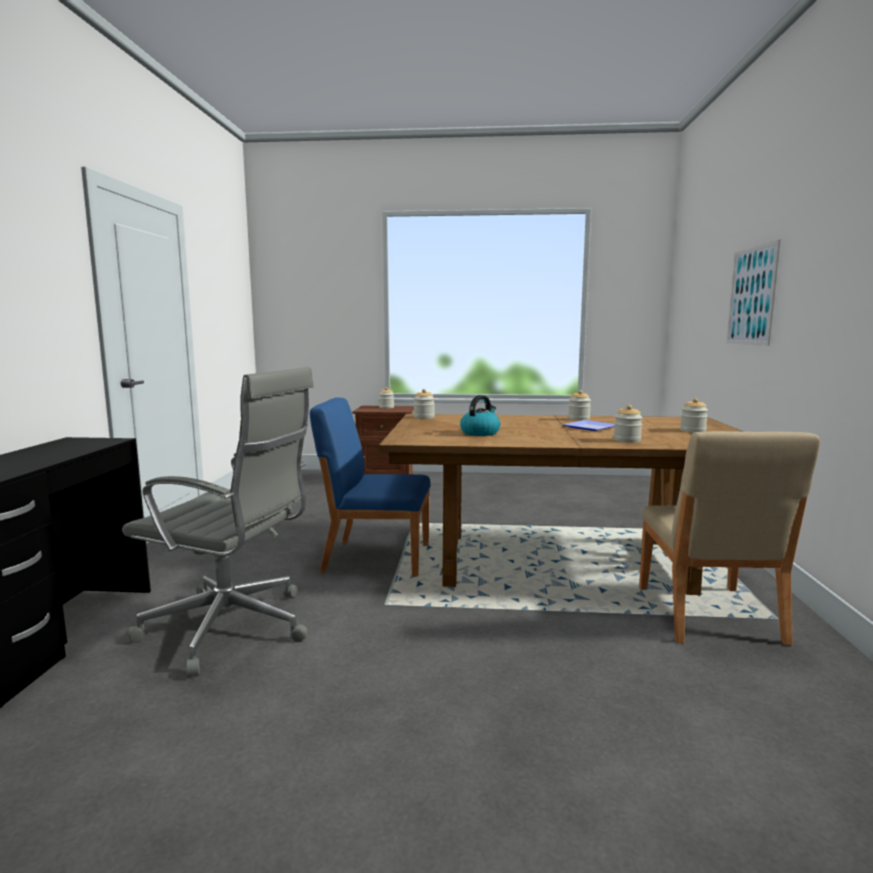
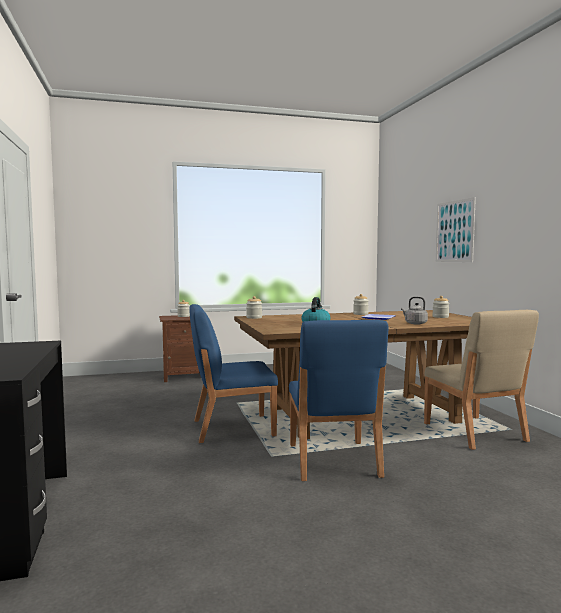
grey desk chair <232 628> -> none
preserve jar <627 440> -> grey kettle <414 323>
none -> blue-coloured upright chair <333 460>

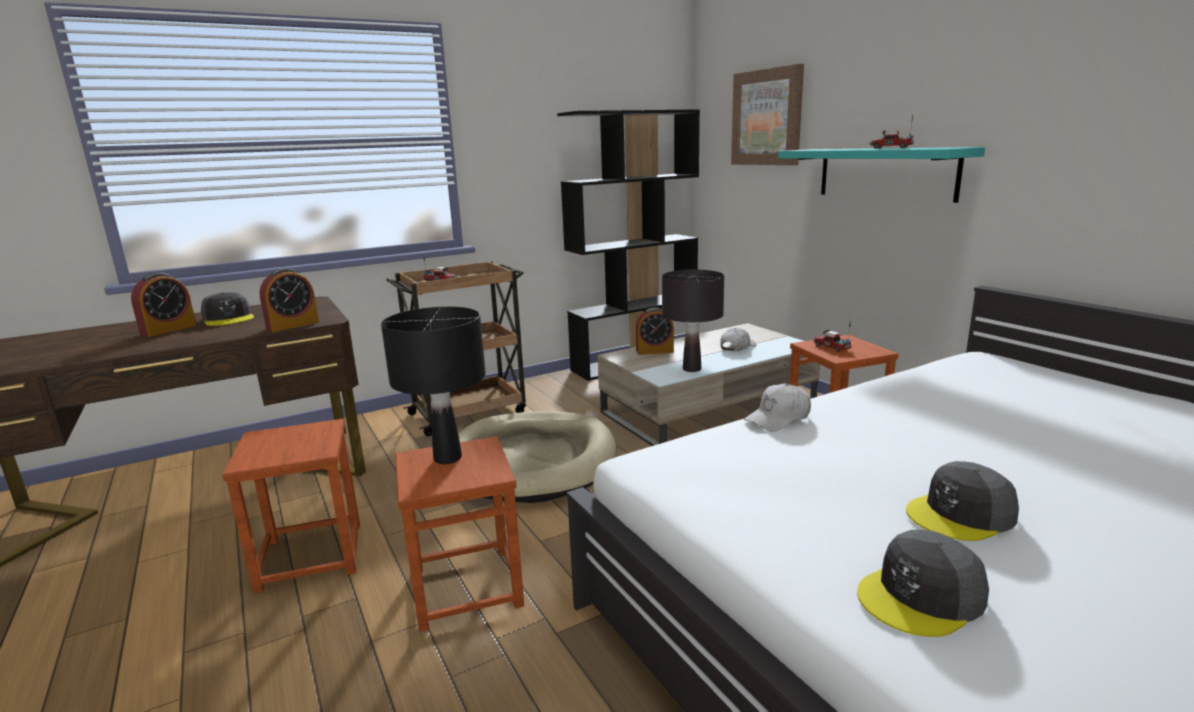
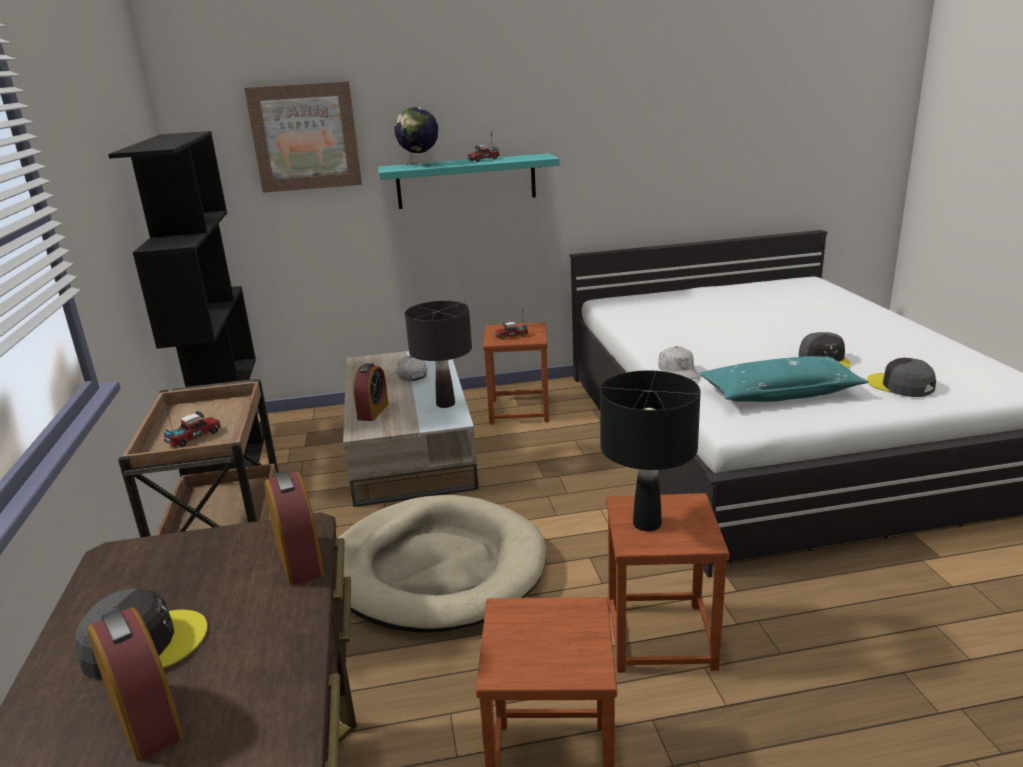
grey baseball cap <922 596> -> grey baseball cap <900 385>, 150 degrees clockwise
none -> desk globe <419 165>
none -> blue-green pillow <780 393>

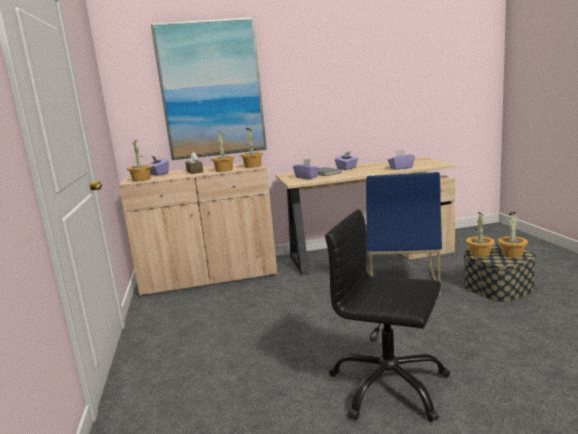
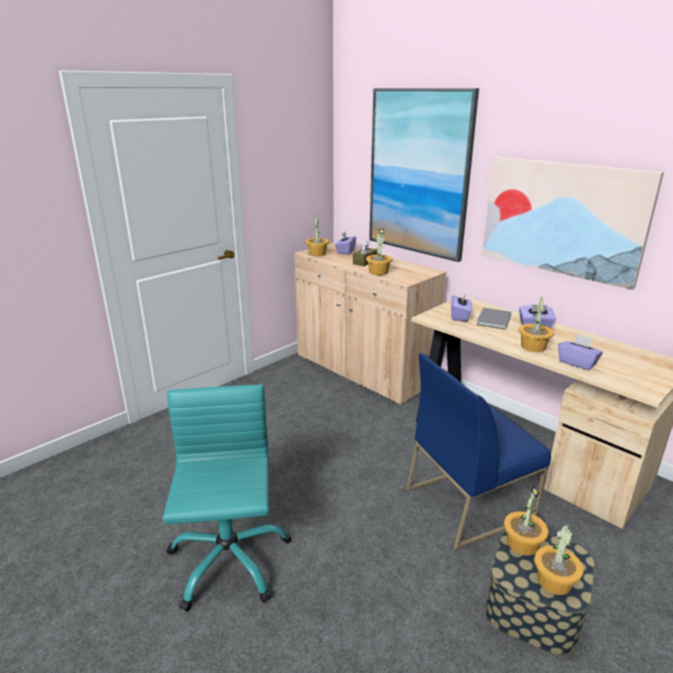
potted plant <252 166> -> potted plant <532 347>, shifted
blackish desk chair <388 386> -> blue-green desk chair <228 560>
none -> picture <562 218>

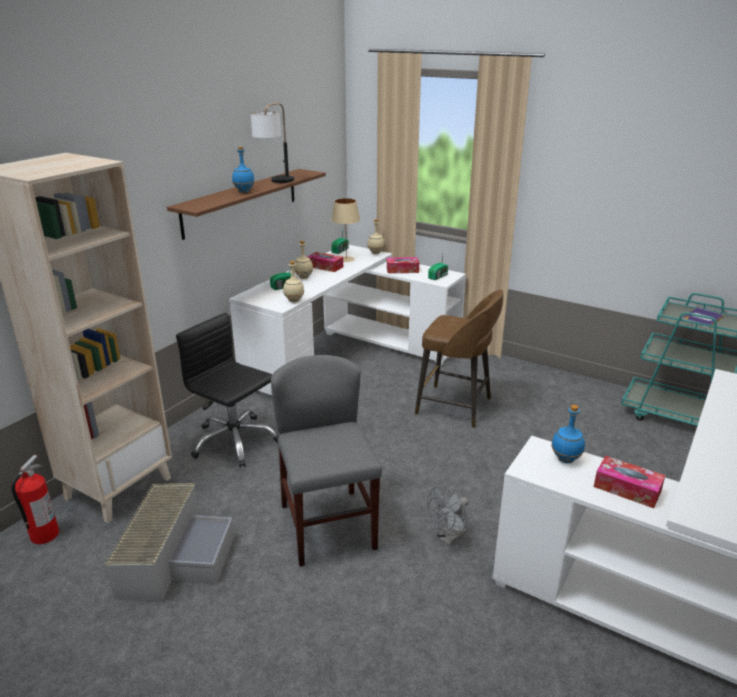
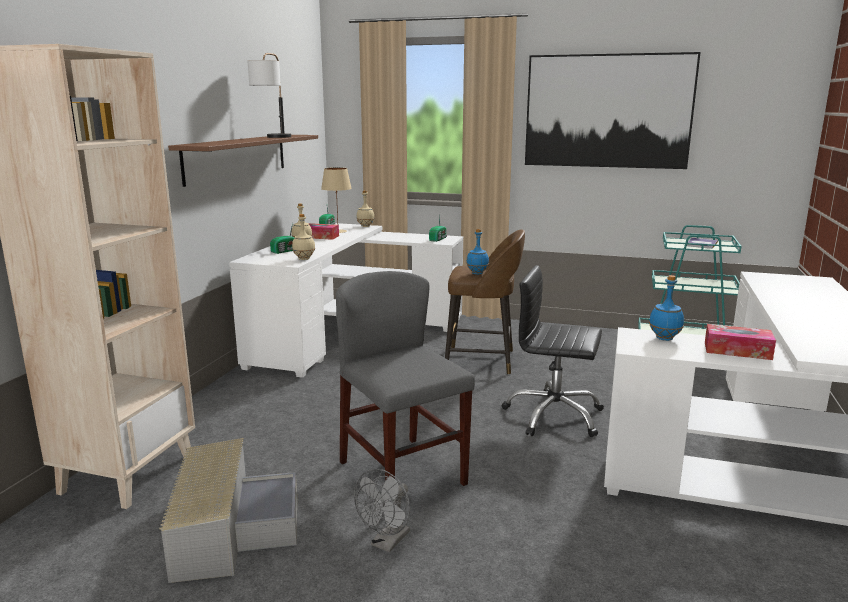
fire extinguisher <44 535> -> none
blackish desk chair <234 441> -> blackish desk chair <553 416>, shifted
blue-coloured beverage bottle <244 191> -> blue-coloured beverage bottle <477 273>, shifted
tissue holder <402 270> -> none
grey cooling fan <448 538> -> grey cooling fan <387 543>, shifted
none -> picture <607 111>

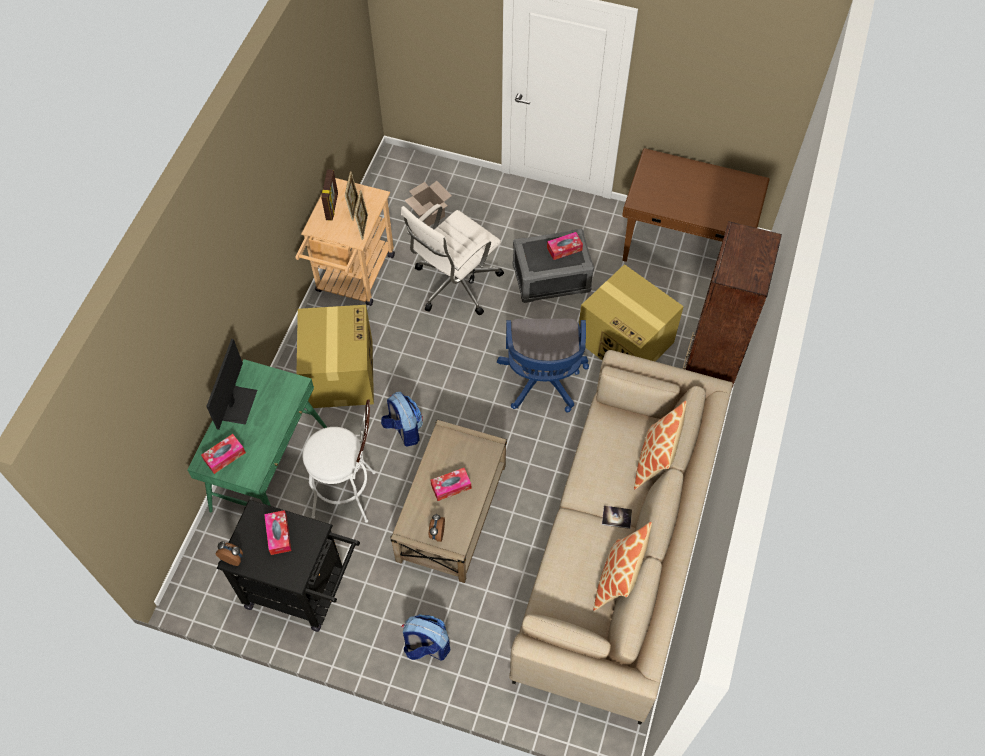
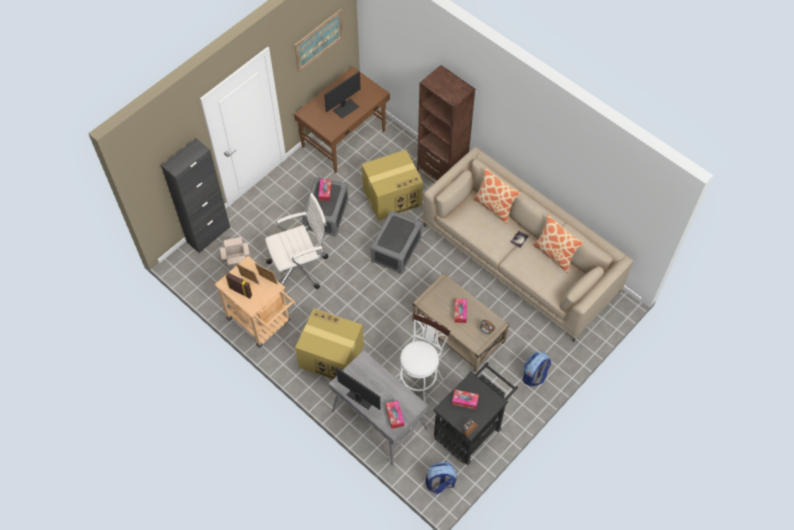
green-coloured desk <269 468> -> grey desk <378 420>
backpack <404 430> -> backpack <440 483>, shifted
white desk chair <454 284> -> white desk chair <300 267>, 90 degrees counterclockwise
blue-coloured desk chair <542 382> -> grey storage container <396 249>
none -> blackish storage cabinet <208 234>
none -> picture <319 40>
none -> computer screen <345 108>

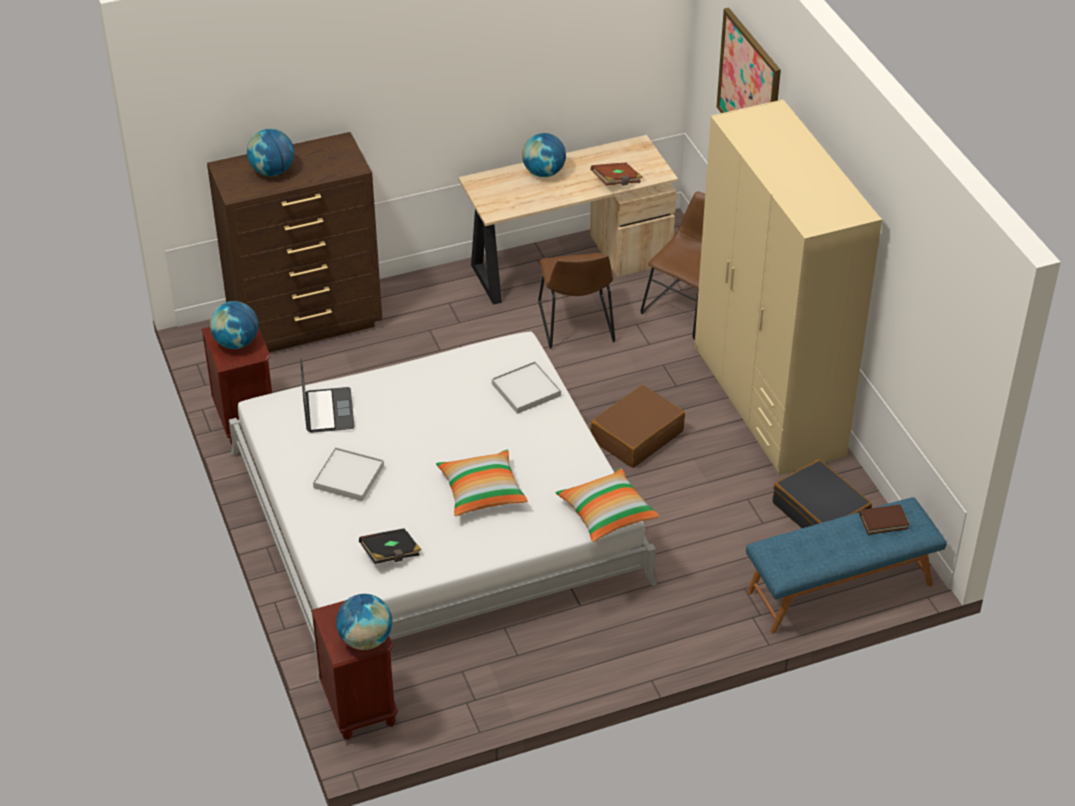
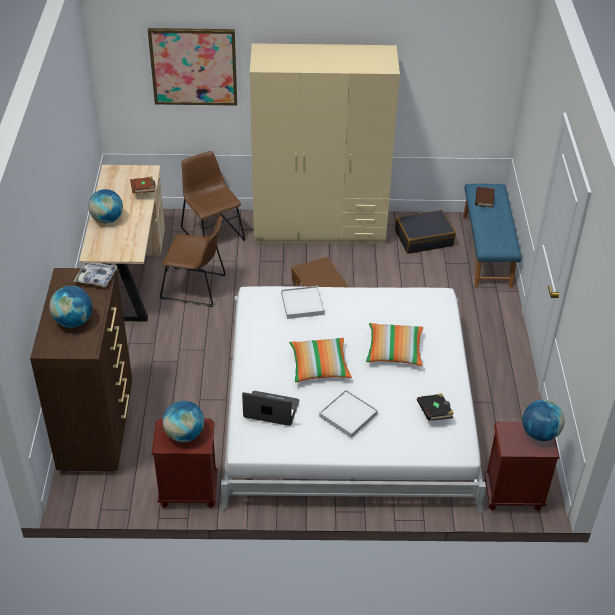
pillow <606 514> -> pillow <319 366>, shifted
none -> carrying tray <96 277>

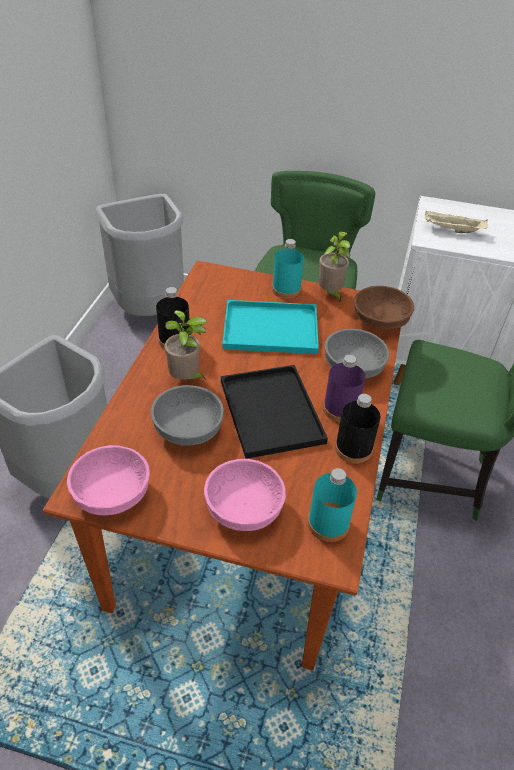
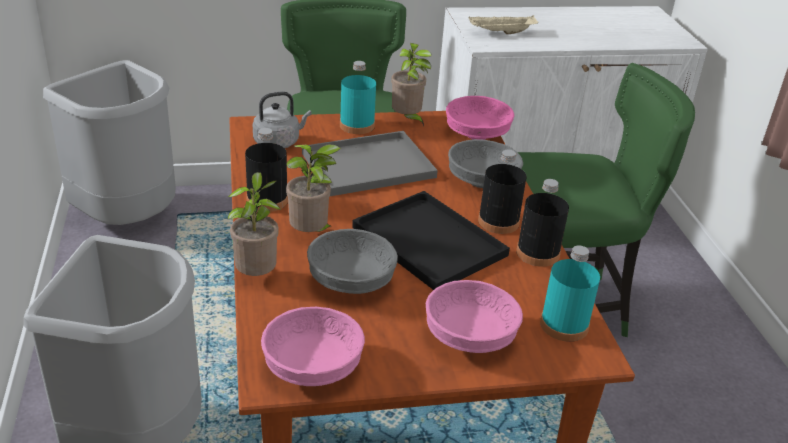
blue-green carrying tray <272 328> -> grey carrying tray <370 164>
purple-coloured beverage bottle <340 409> -> blackish beverage bottle <498 222>
brown-coloured deep dish <379 320> -> pink-coloured deep dish <476 134>
none -> potted plant <257 275>
none -> grey kettle <279 142>

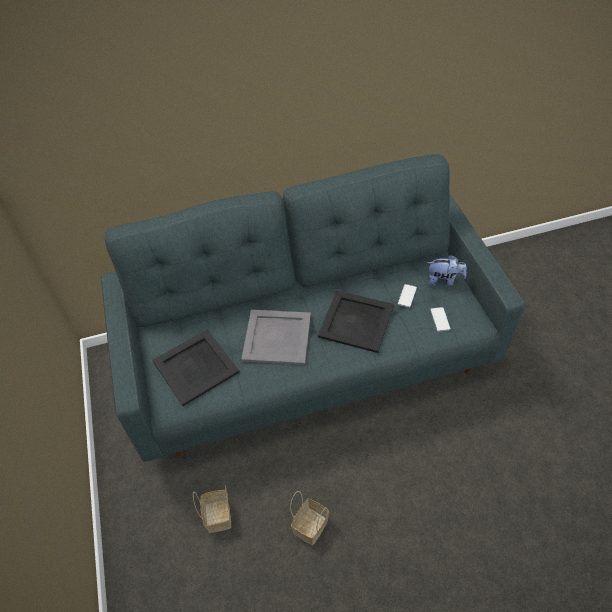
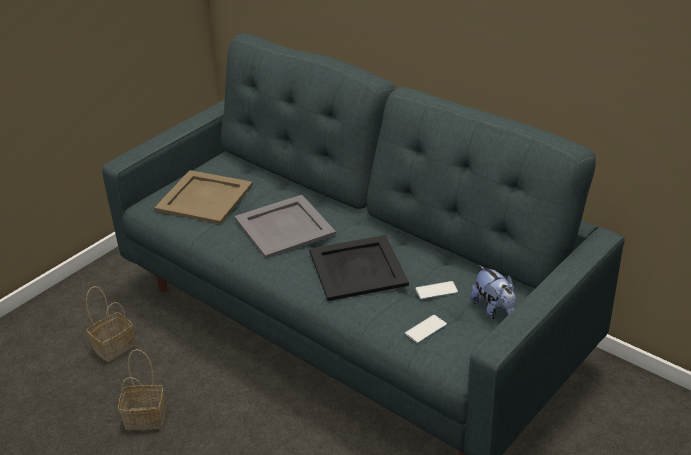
blackish carrying tray <195 367> -> beige carrying tray <203 197>

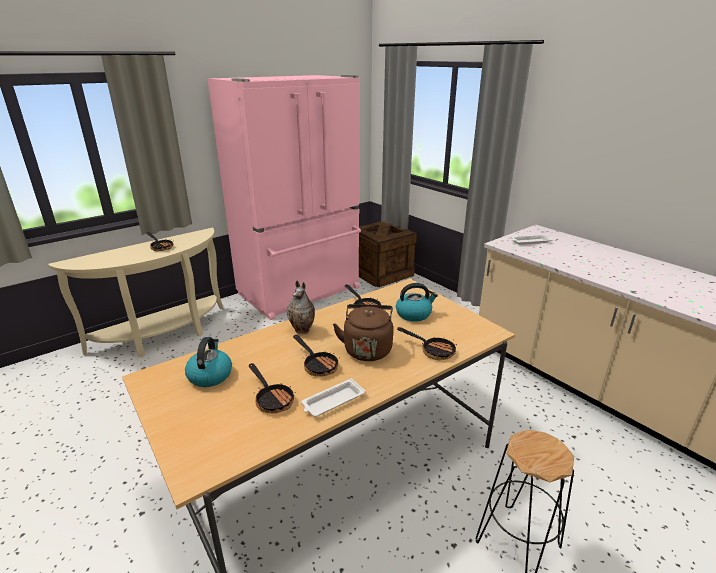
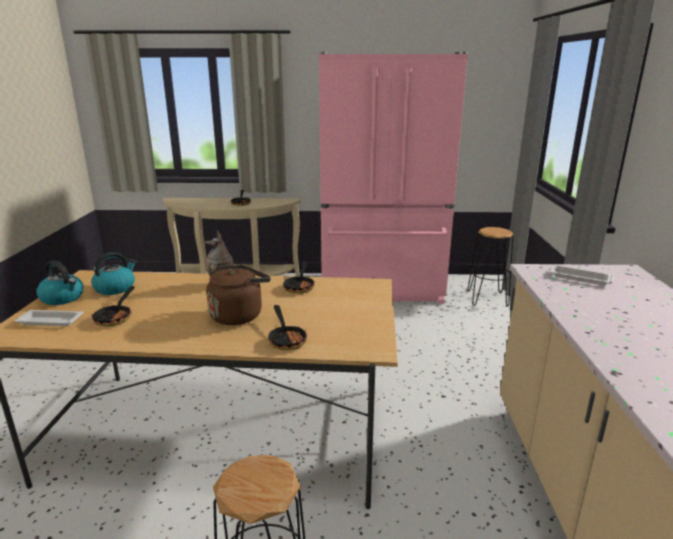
skillet <318 365> -> none
white carrying tray <332 401> -> white carrying tray <49 321>, shifted
packing crate <381 273> -> blackish sitting stool <487 298>
kettle <414 314> -> kettle <63 298>, shifted

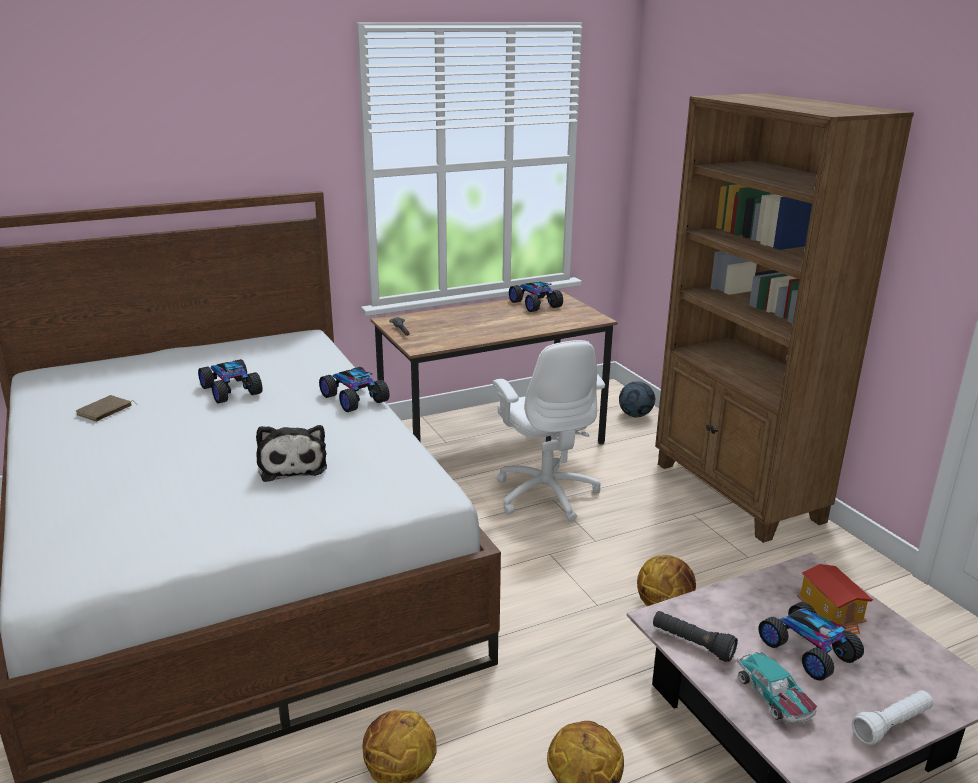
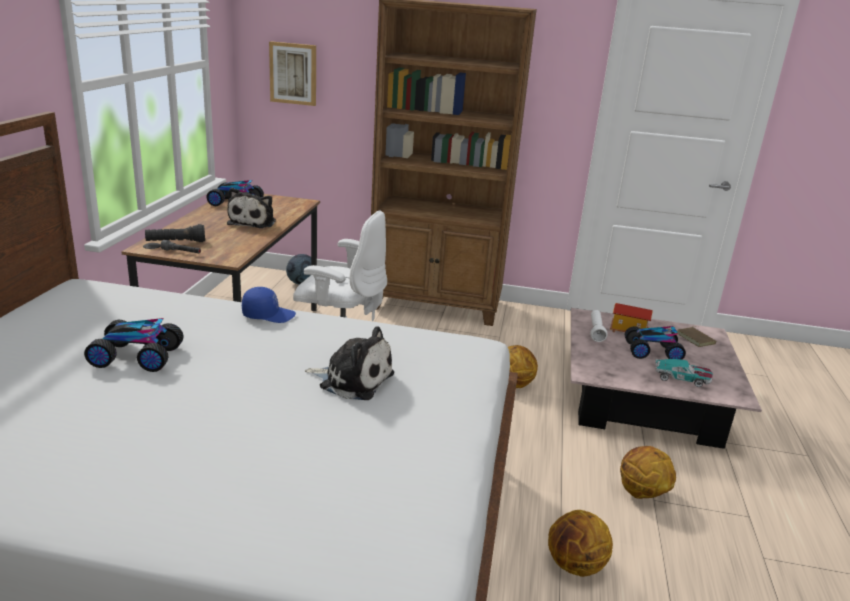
brown-coloured book <105 411> -> brown-coloured book <696 339>, shifted
model car <355 398> -> blue-coloured baseball cap <268 315>
blackish flashlight <692 644> -> blackish flashlight <176 242>, shifted
white flashlight <891 725> -> white flashlight <596 331>, shifted
none -> cuddly toy <253 222>
none -> picture <293 73>

